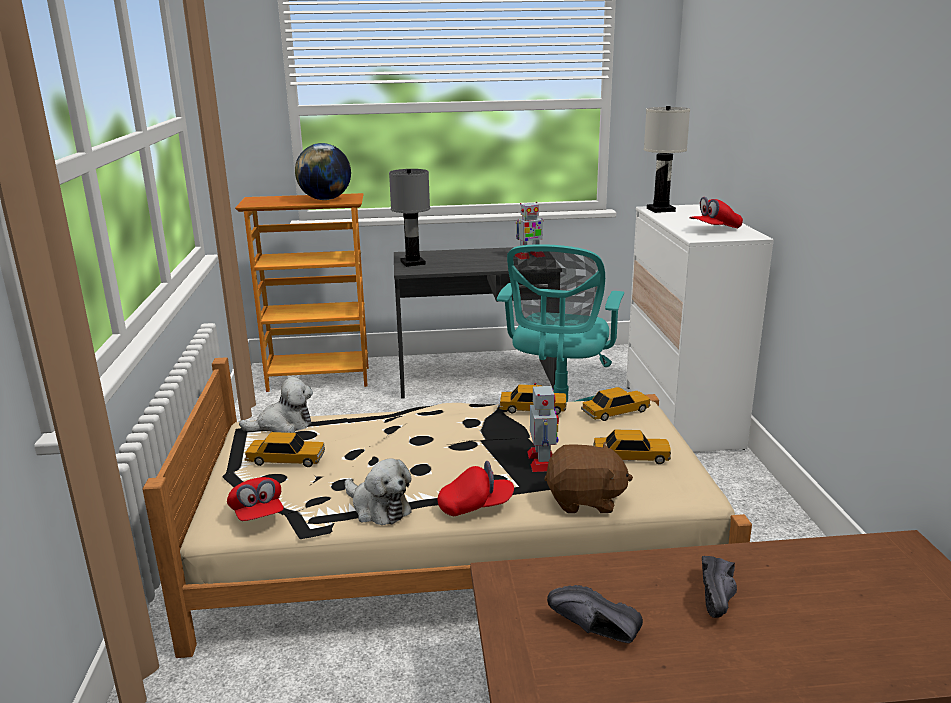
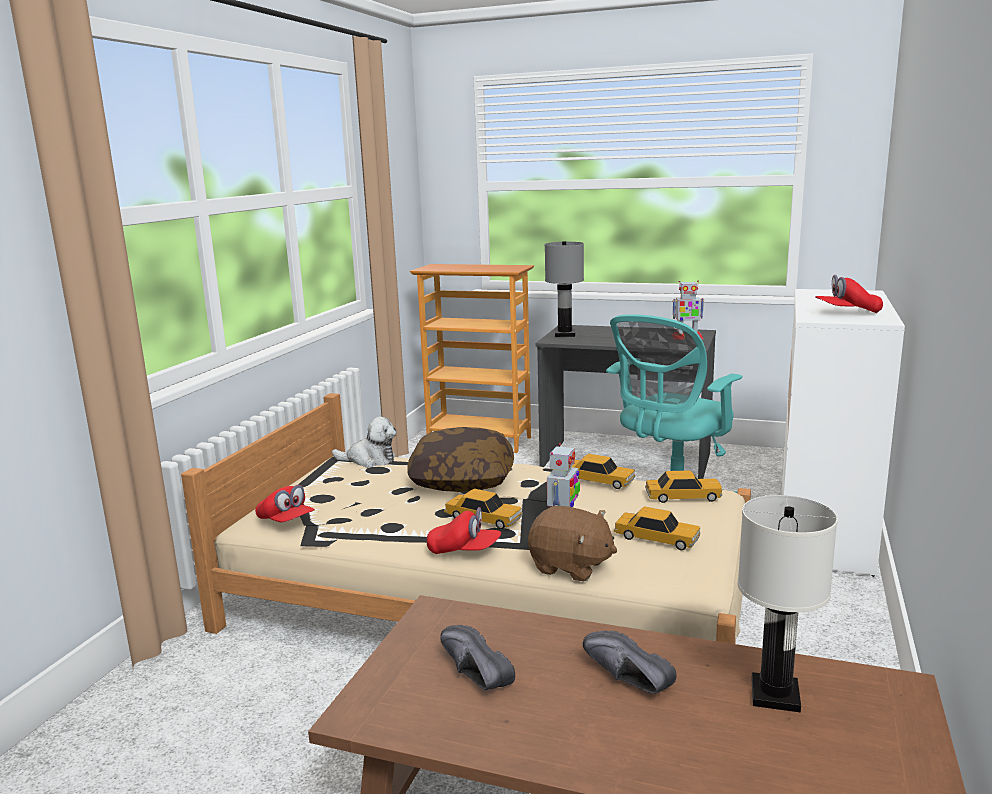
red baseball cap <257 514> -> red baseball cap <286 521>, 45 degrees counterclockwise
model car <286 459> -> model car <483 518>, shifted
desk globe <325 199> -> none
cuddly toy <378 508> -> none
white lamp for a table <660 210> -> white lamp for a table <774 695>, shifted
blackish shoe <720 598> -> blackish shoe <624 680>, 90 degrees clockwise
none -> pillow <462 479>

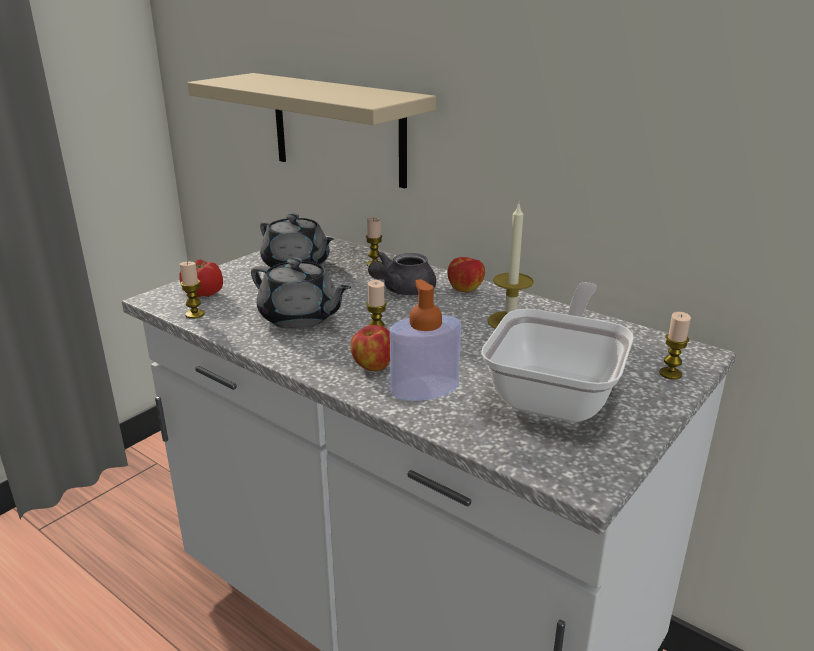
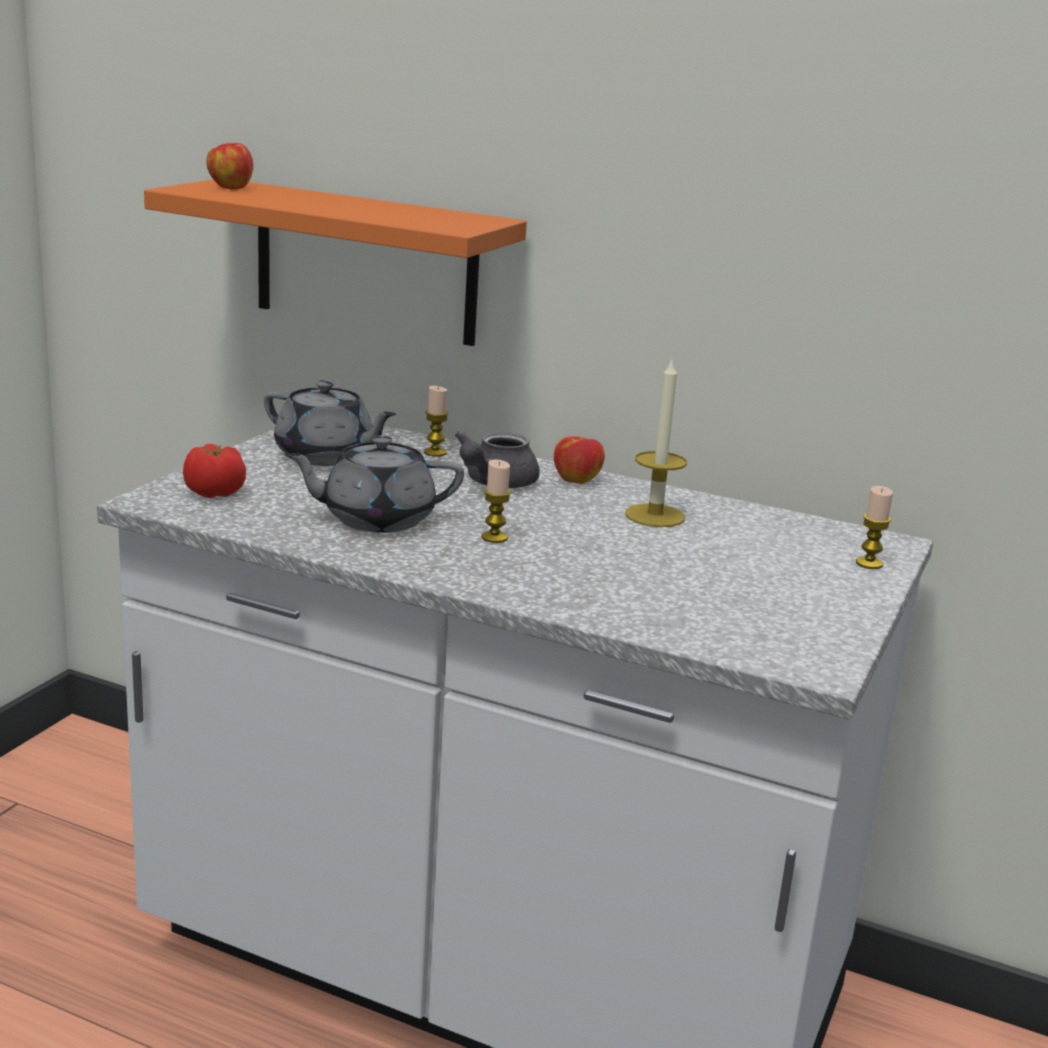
wax candle <195 314> -> none
beige shelf <338 129> -> orange-coloured shelf <365 262>
grey pot for tea <300 318> -> grey pot for tea <376 519>, 150 degrees clockwise
apple fruit <372 366> -> apple fruit <230 188>, shifted
soap bottle <424 389> -> none
skillet <558 392> -> none

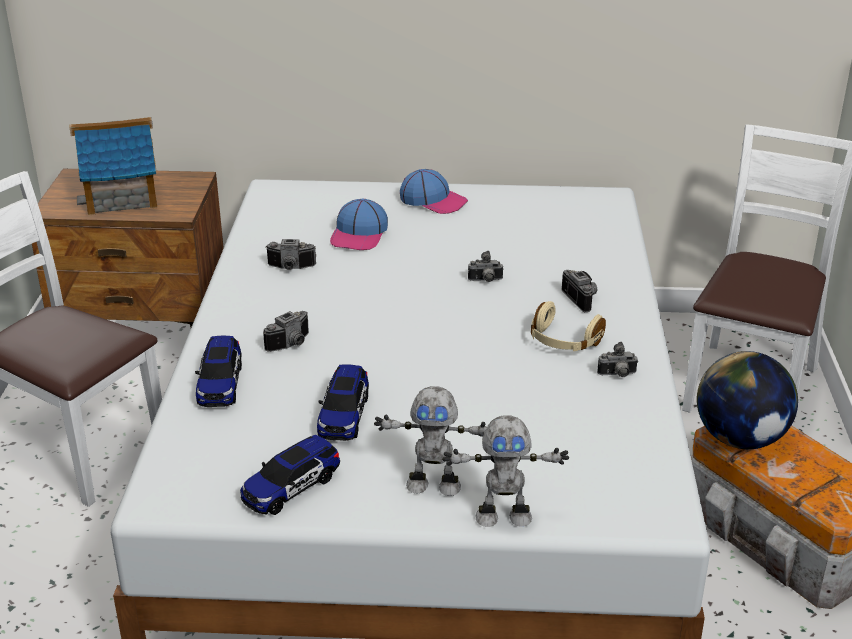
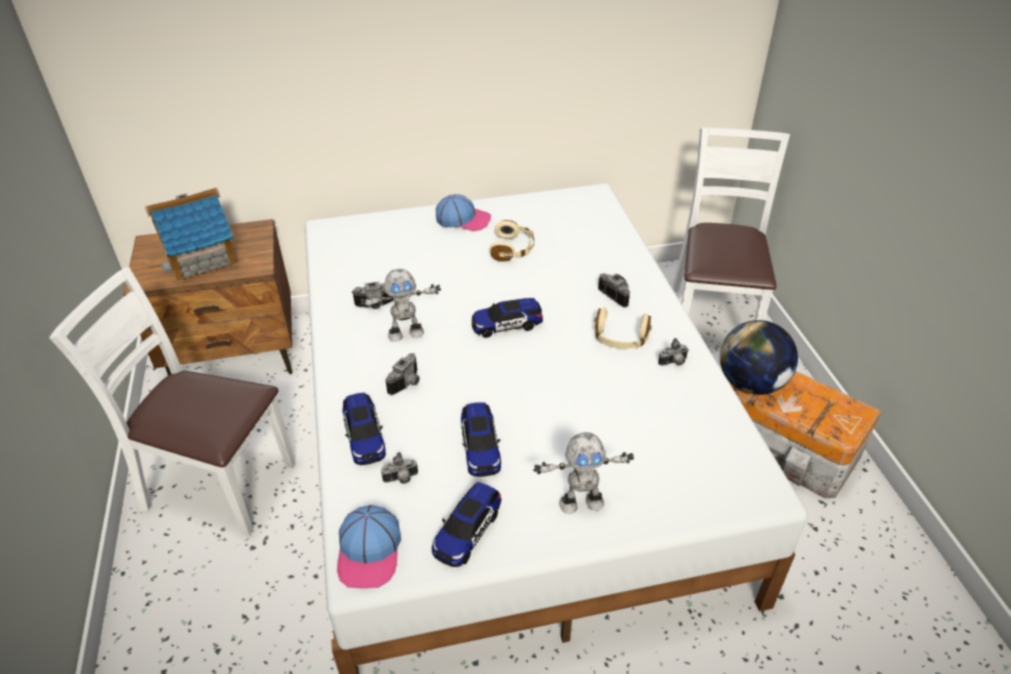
baseball cap <359 235> -> baseball cap <370 552>, shifted
robot figure <503 516> -> robot figure <405 333>, shifted
still camera <485 281> -> still camera <401 479>, shifted
none -> model car <506 325>
none -> beige headphones <513 249>

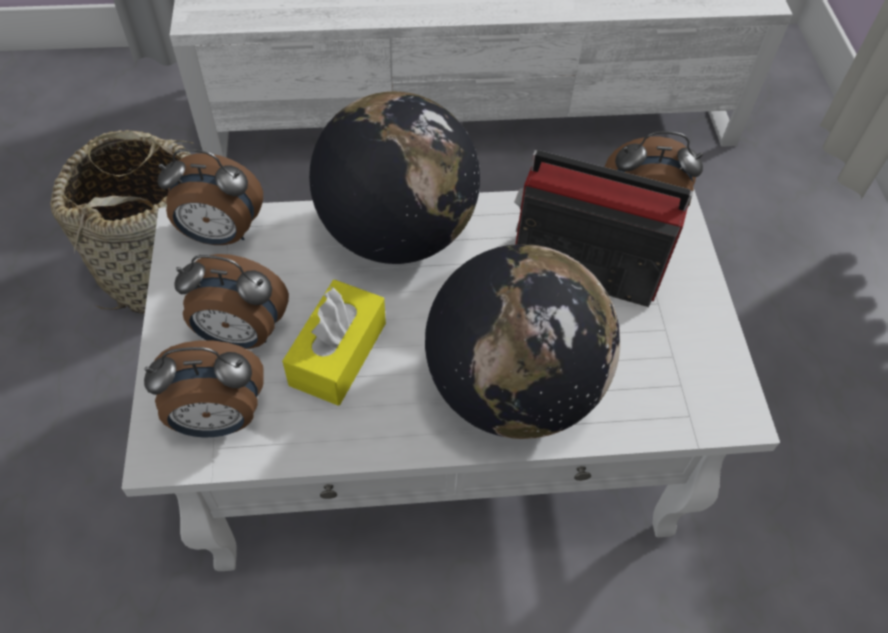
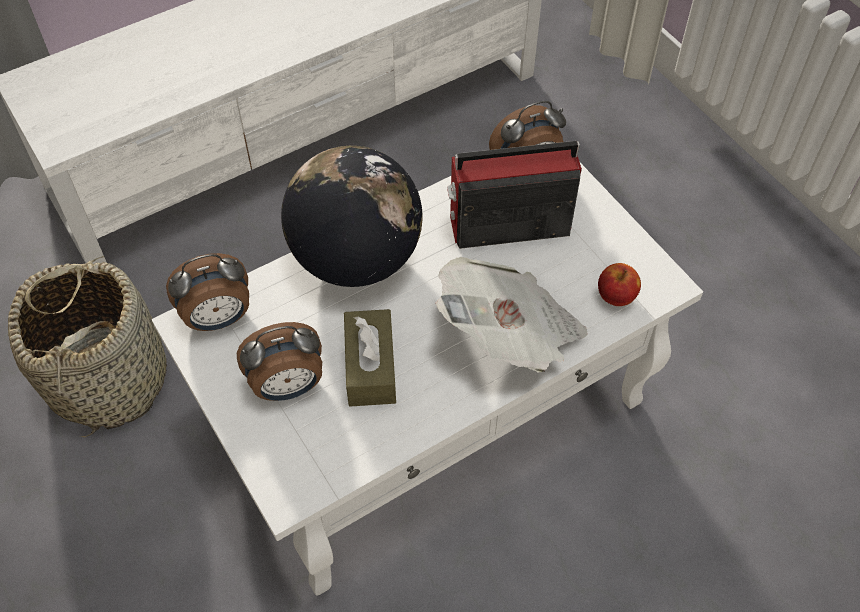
bedside clock <218 419> -> none
yellowish tissue holder <338 354> -> brown-coloured tissue holder <370 367>
desk globe <513 388> -> daily paper <510 335>
none -> apple fruit <616 296>

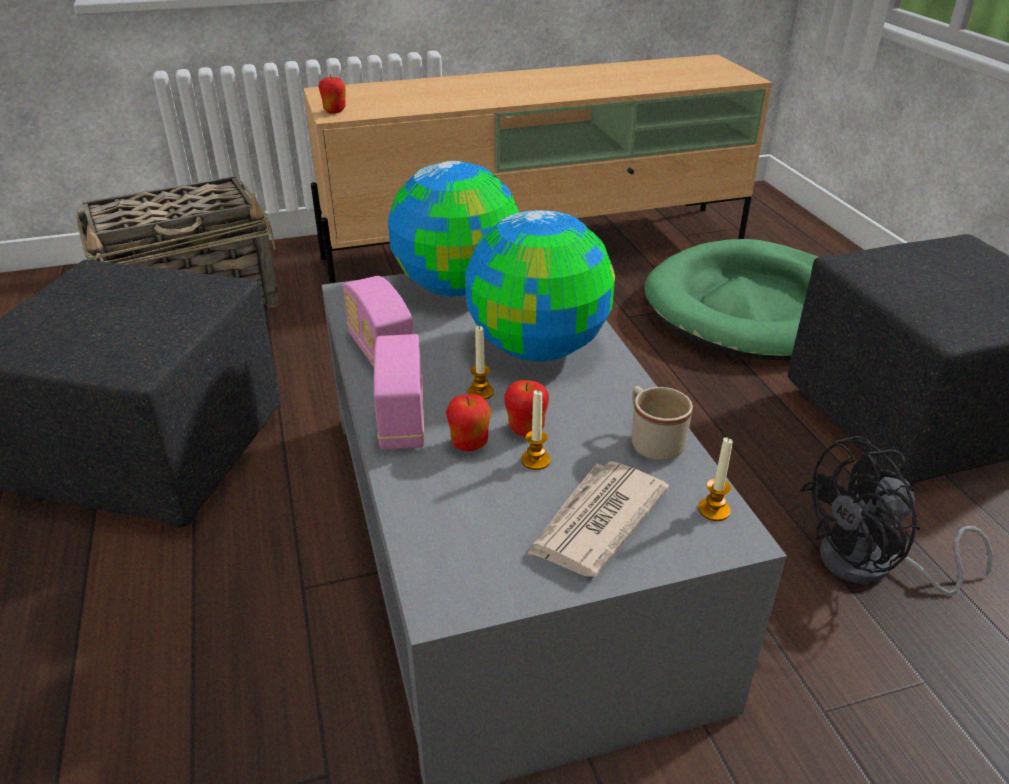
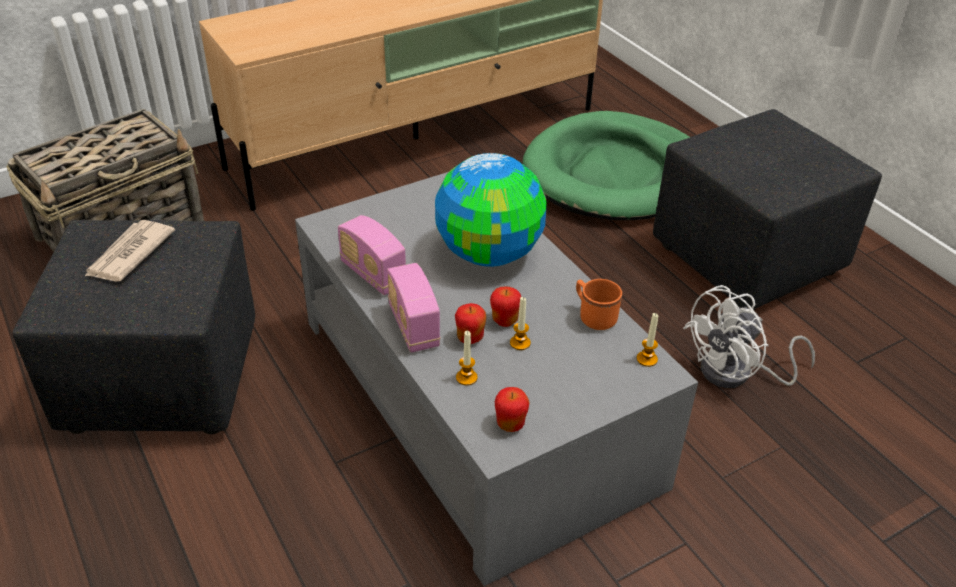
apple fruit <335 111> -> apple fruit <510 424>, shifted
desk globe <458 287> -> none
wax candle <480 392> -> wax candle <466 377>, shifted
daily paper <596 522> -> daily paper <129 254>, shifted
beige tea mug <652 441> -> orange-coloured tea mug <593 316>
blackish cooling fan <871 566> -> white cooling fan <736 374>

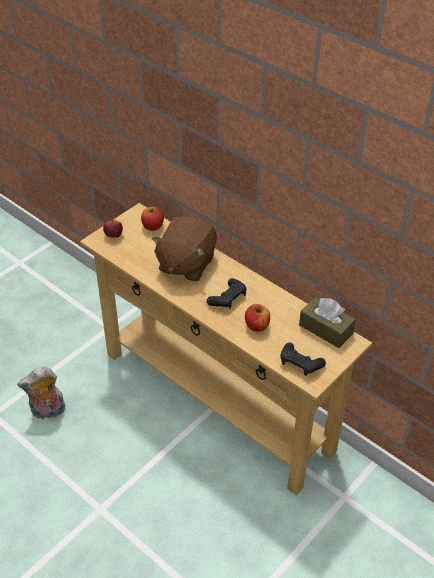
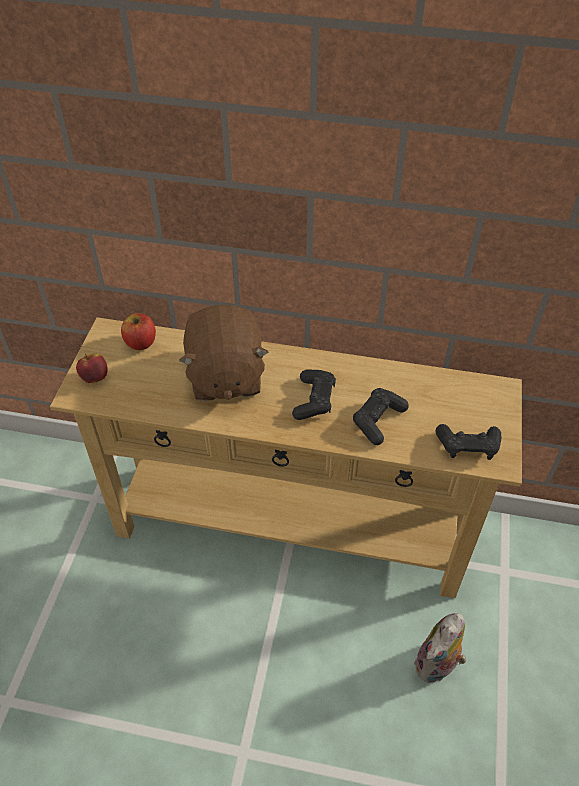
cuddly toy <47 412> -> cuddly toy <437 666>, shifted
apple fruit <257 326> -> blackish game controller <378 420>
brown-coloured tissue holder <325 329> -> none

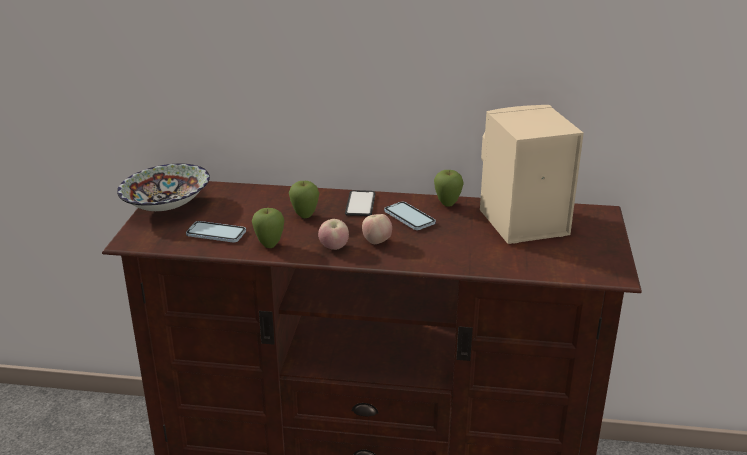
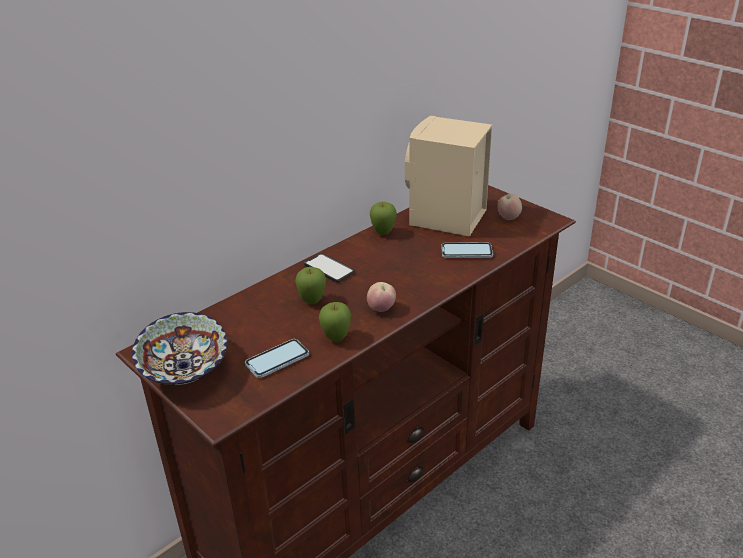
apple fruit <377 242> -> apple fruit <508 218>, shifted
phone <409 217> -> phone <466 252>, shifted

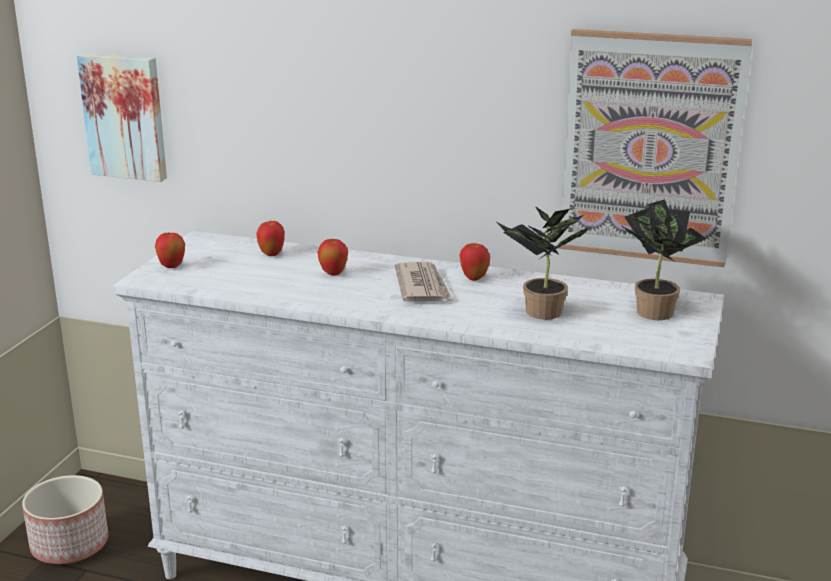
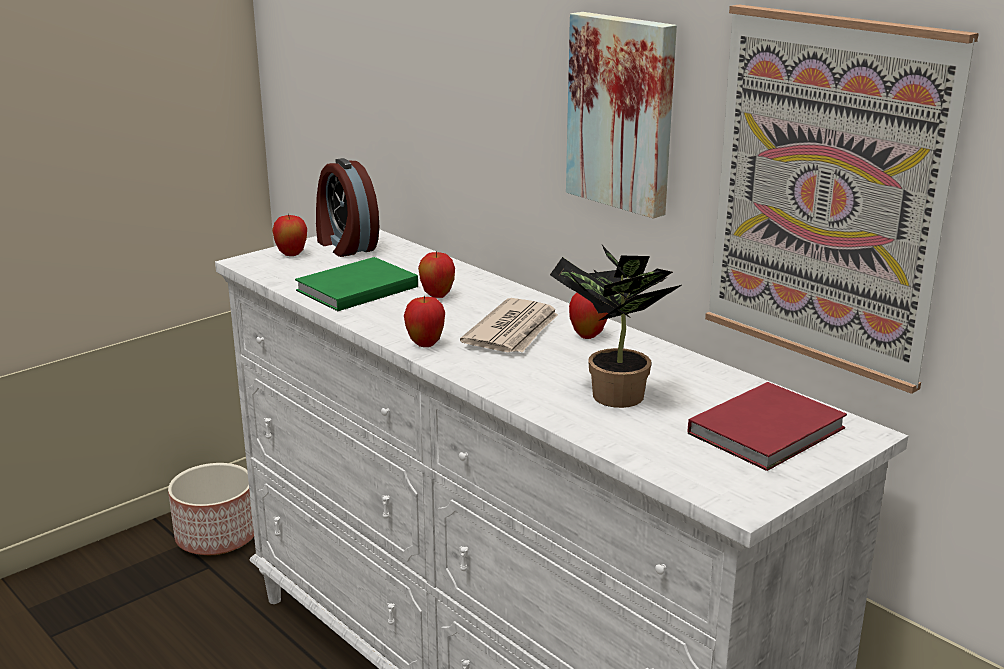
picture <125 116> -> picture <623 112>, shifted
apple fruit <271 254> -> apple fruit <425 344>, shifted
potted plant <653 310> -> red book <770 430>
none -> green-coloured book <354 289>
none -> bedside clock <345 245>

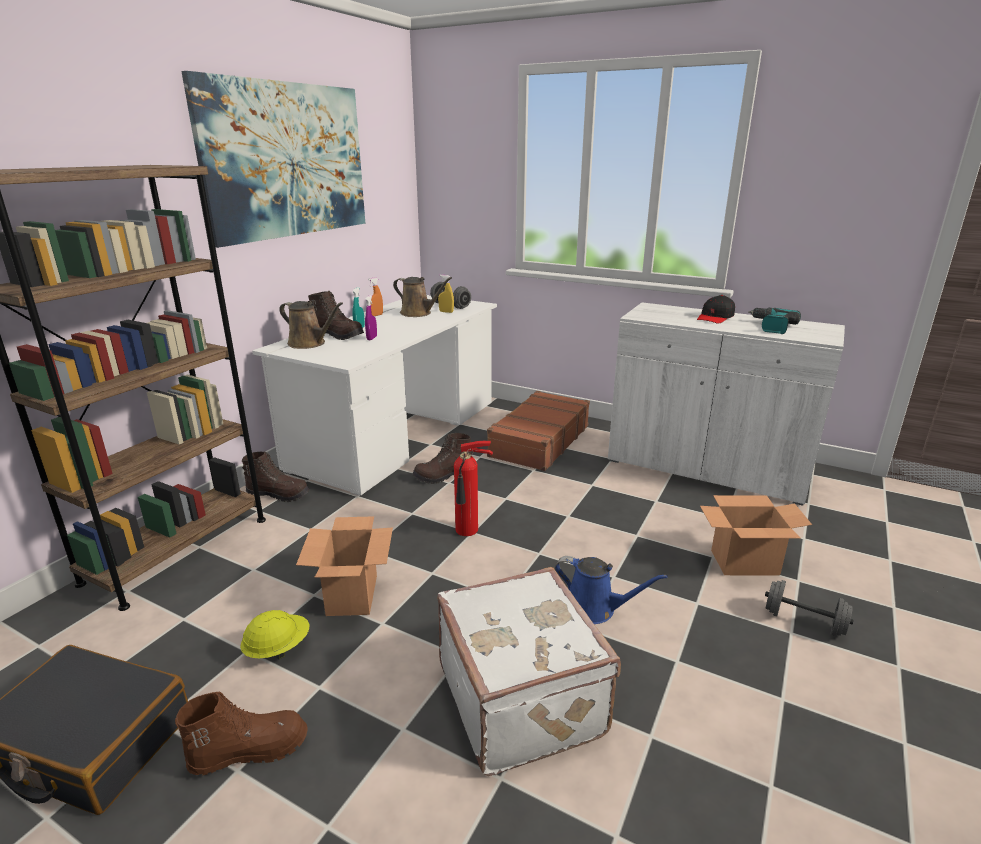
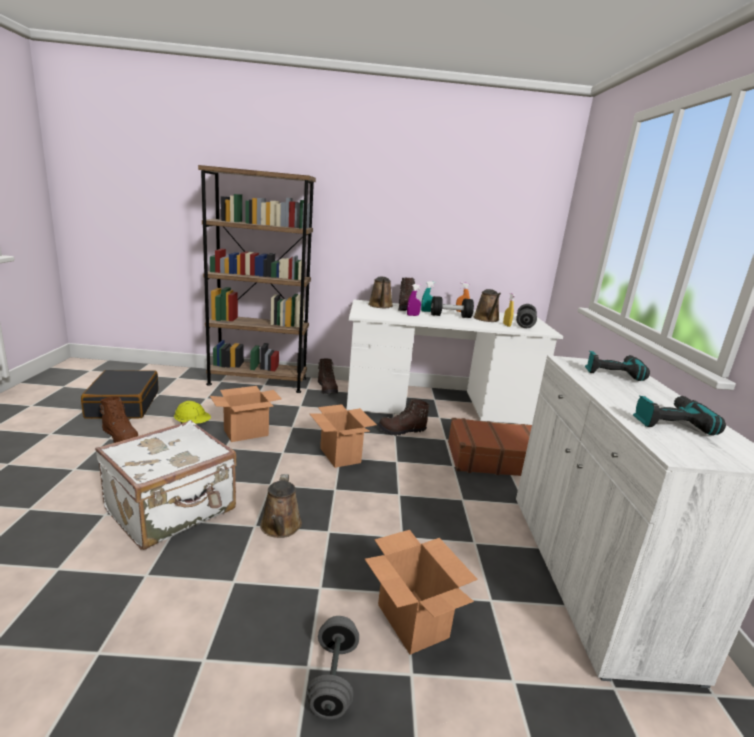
picture <287 161> -> none
brown-coloured boot <443 475> -> brown-coloured boot <402 431>, 45 degrees counterclockwise
fire extinguisher <468 531> -> carton <339 455>
blue-coloured sprinkling can <595 608> -> brown-coloured sprinkling can <280 527>
blackish baseball cap <715 317> -> none
none -> blackish free weight <450 316>
none -> power drill <613 372>

